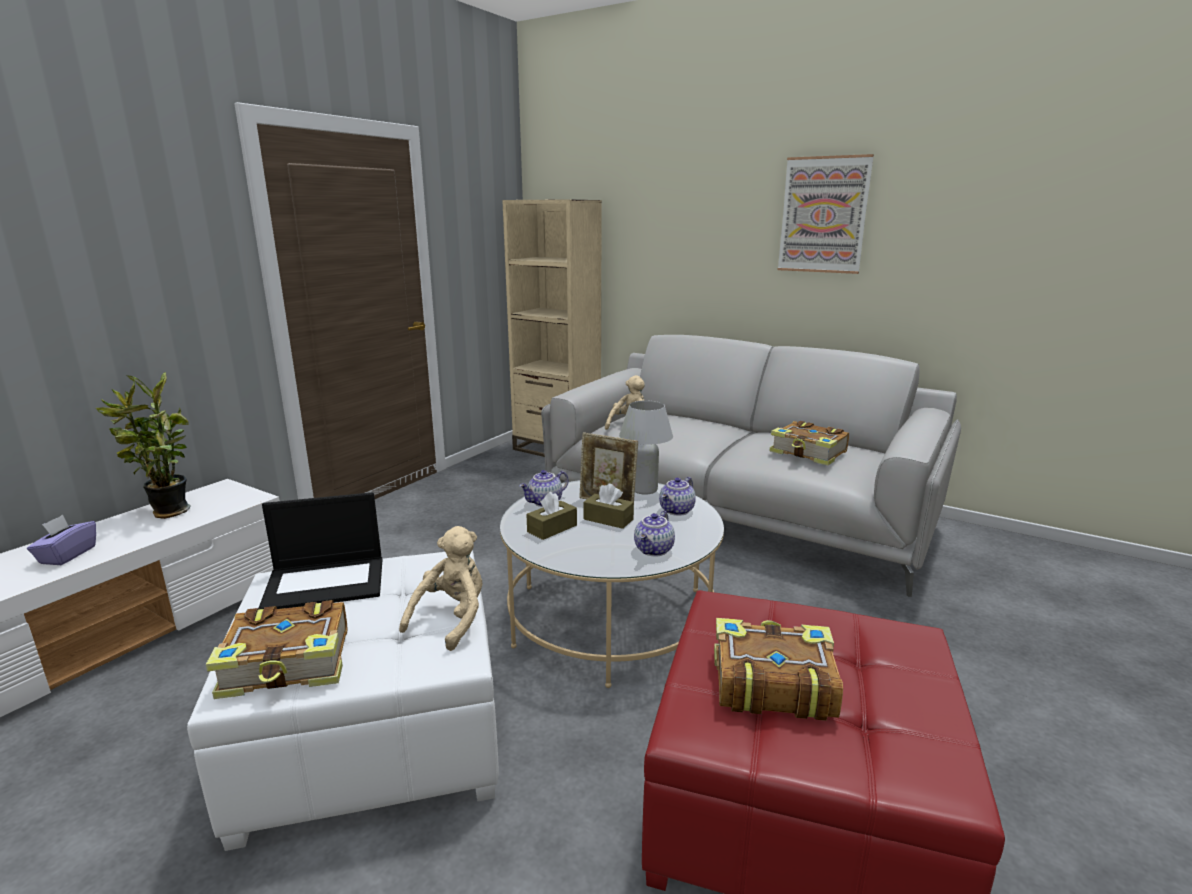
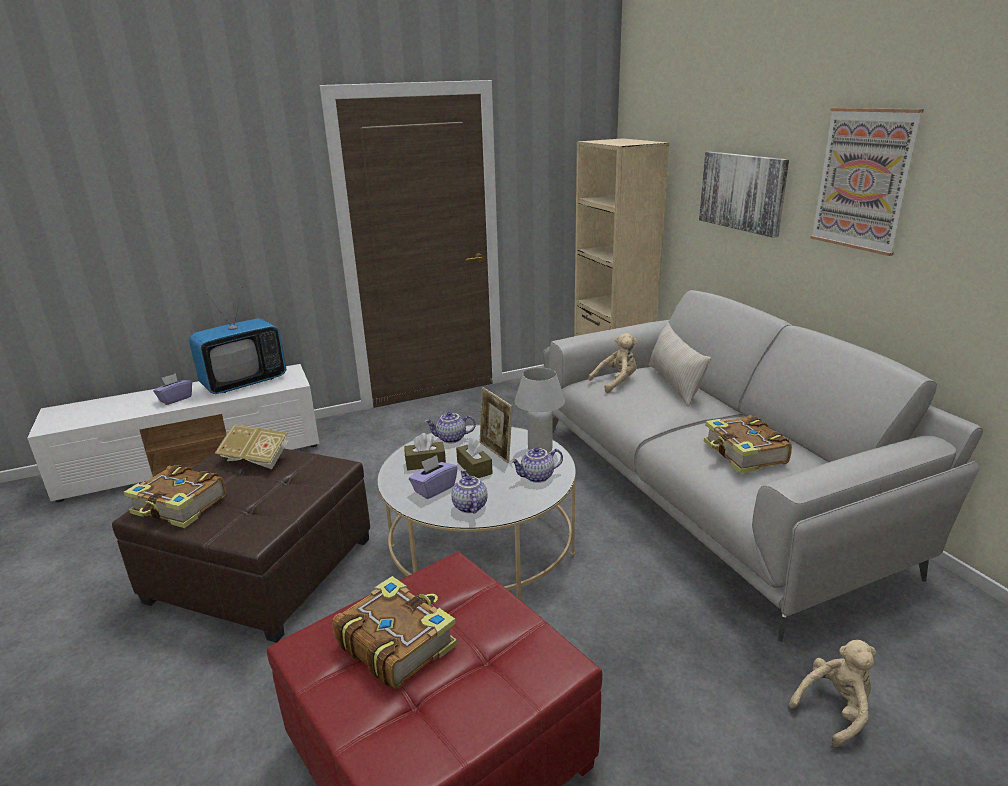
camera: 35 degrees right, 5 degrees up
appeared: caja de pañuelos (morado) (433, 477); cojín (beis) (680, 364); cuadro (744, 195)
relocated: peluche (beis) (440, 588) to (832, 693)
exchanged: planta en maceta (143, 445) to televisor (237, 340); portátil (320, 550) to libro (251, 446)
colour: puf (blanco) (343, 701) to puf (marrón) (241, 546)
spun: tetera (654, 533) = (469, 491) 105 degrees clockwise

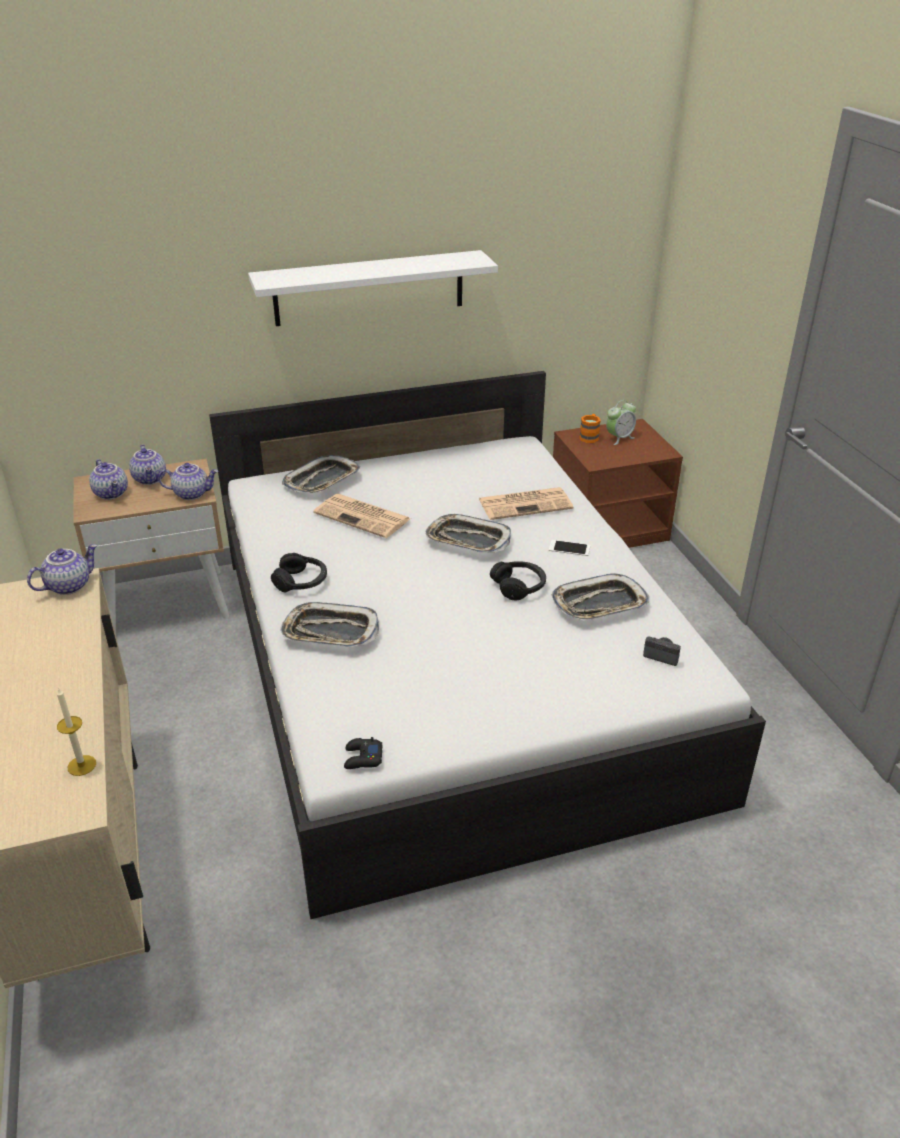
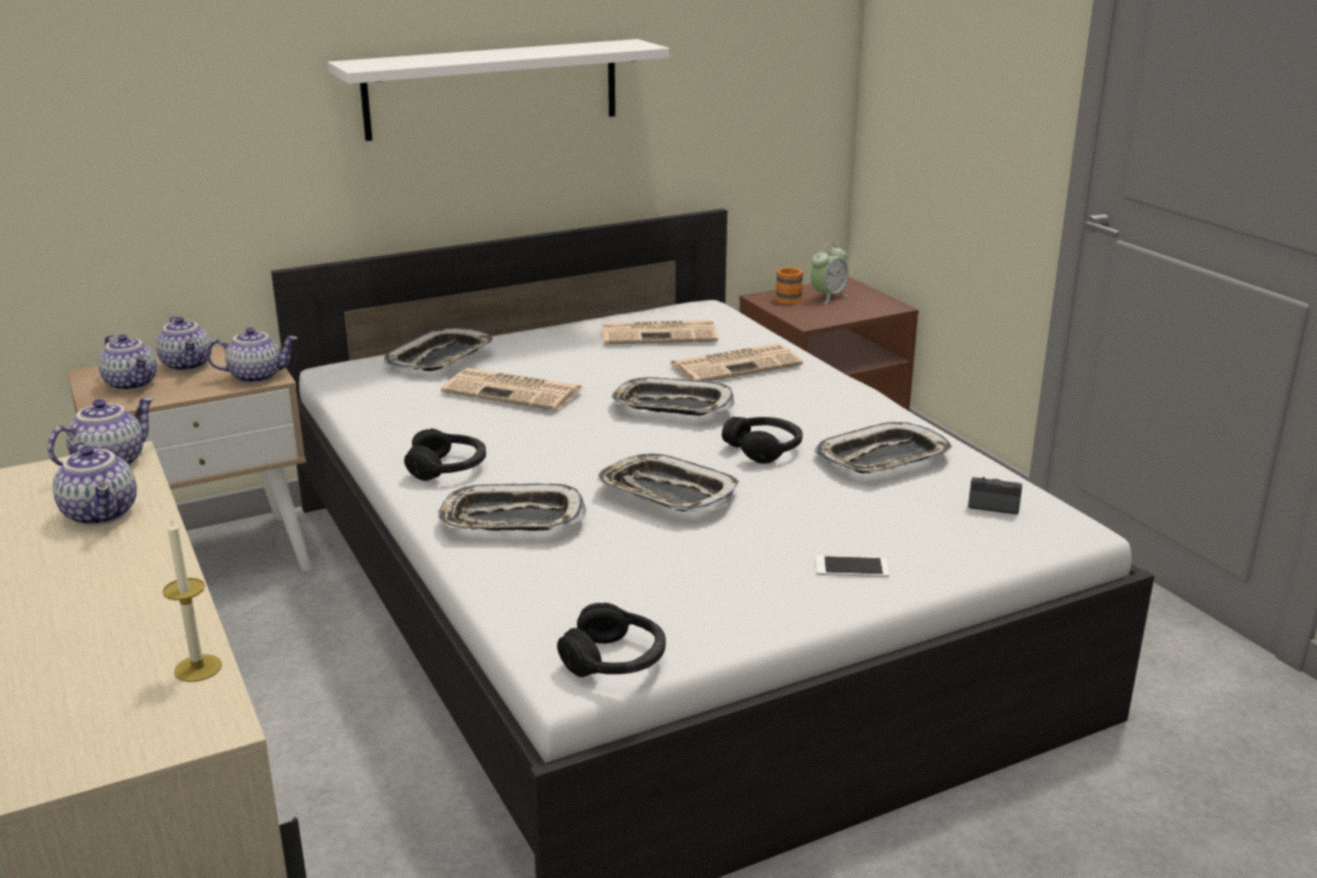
camera: 10 degrees left, 10 degrees down
appeared: tetera (95, 484); bandeja (668, 483); periódico (660, 332)
relocated: móvil (569, 548) to (852, 566)
exchanged: mando de consola (negro) (363, 753) to auriculares (negro) (611, 640)

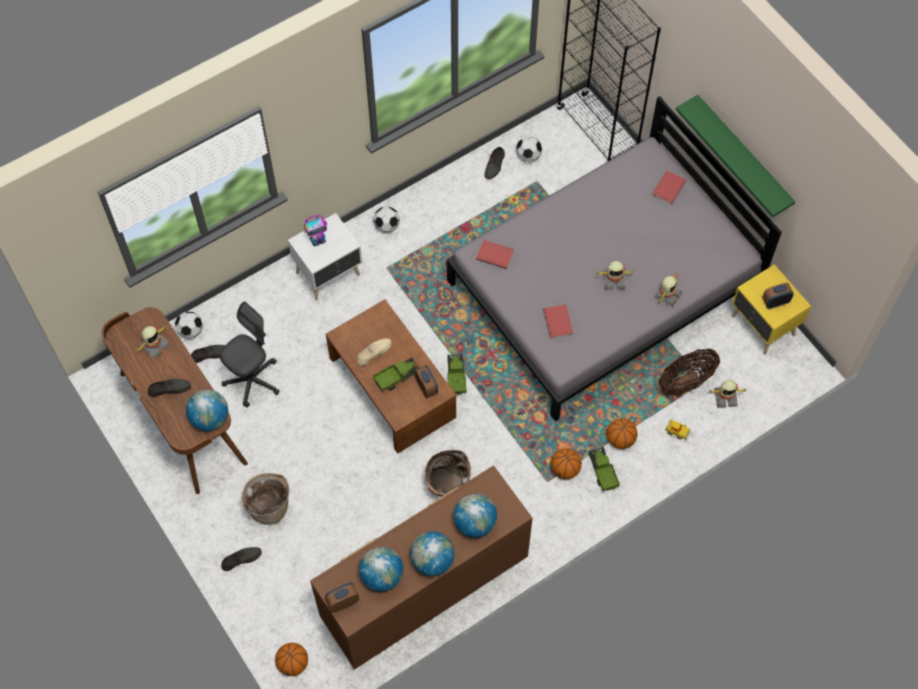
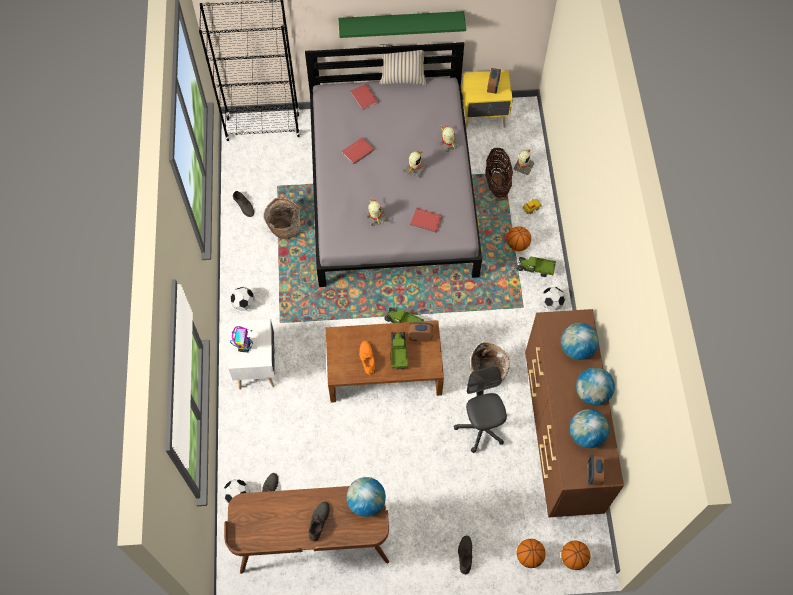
camera: 60 degrees left, 0 degrees up
appeared: cojín (beis) (403, 64)
relocated: cesta (265, 499) to (282, 218); libro (rojo) (495, 254) to (358, 151); robot de juguete (153, 342) to (376, 211); silla de oficina (gris) (249, 354) to (480, 409); balón de baloncesto (566, 463) to (531, 553); balón de fútbol (529, 149) to (553, 298)
colour: zapato (beis) (374, 352) to zapato (naranja) (367, 358)

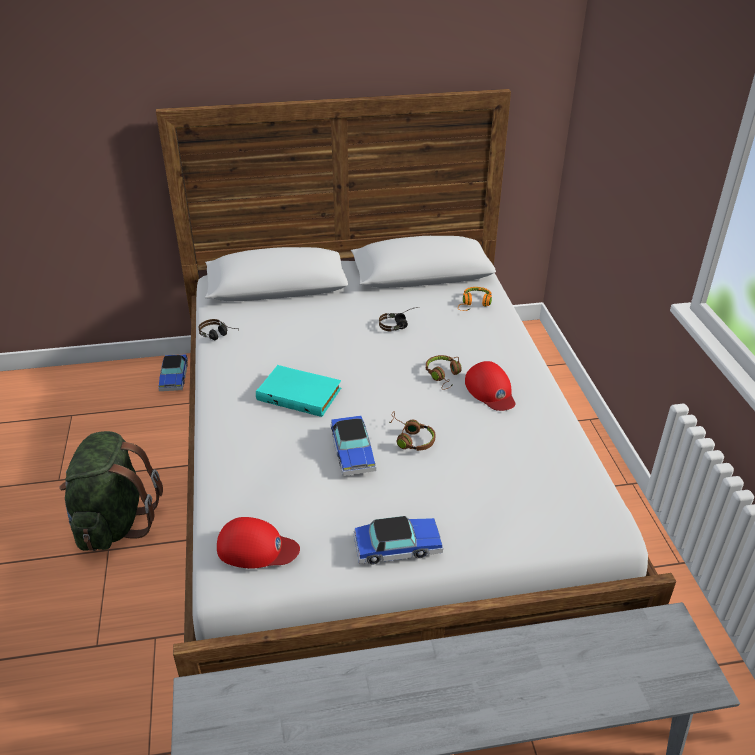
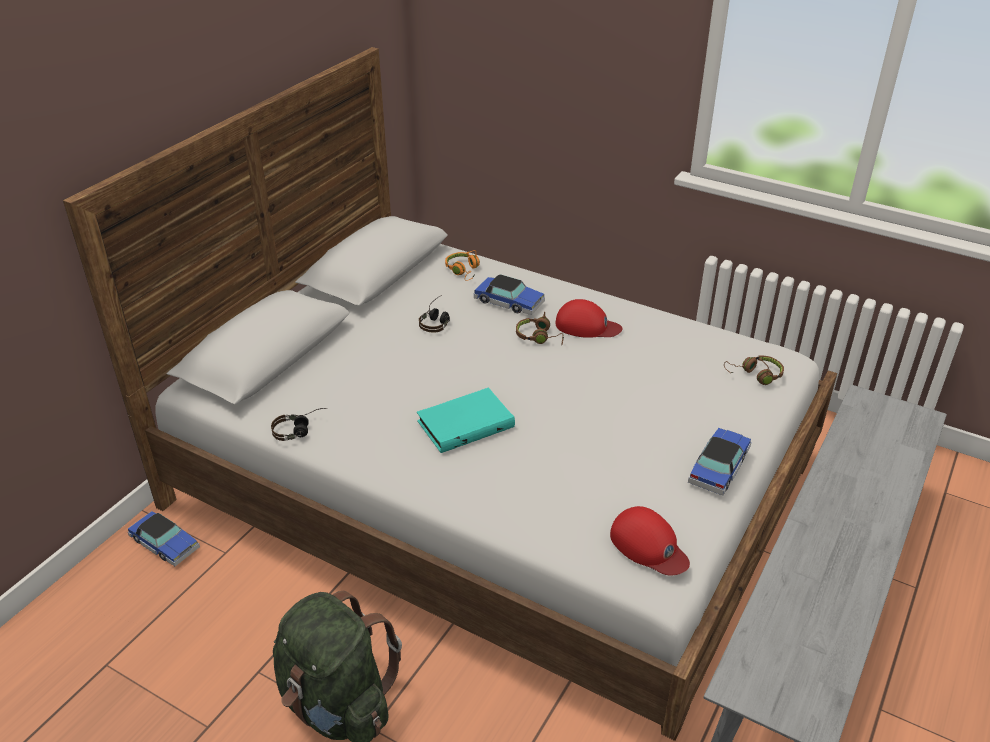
camera: 50 degrees left, 0 degrees up
relocated: coche de juguete (353, 446) to (509, 294); auriculares (marrón) (412, 431) to (754, 370)
spun: gorra (rojo) (258, 543) = (650, 541) 90 degrees clockwise

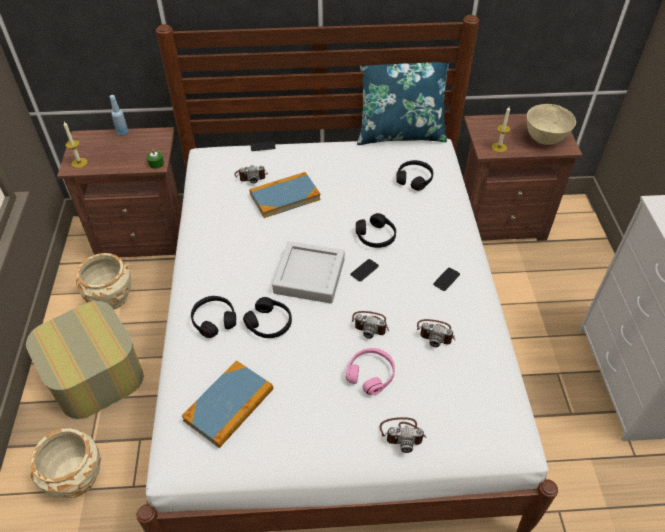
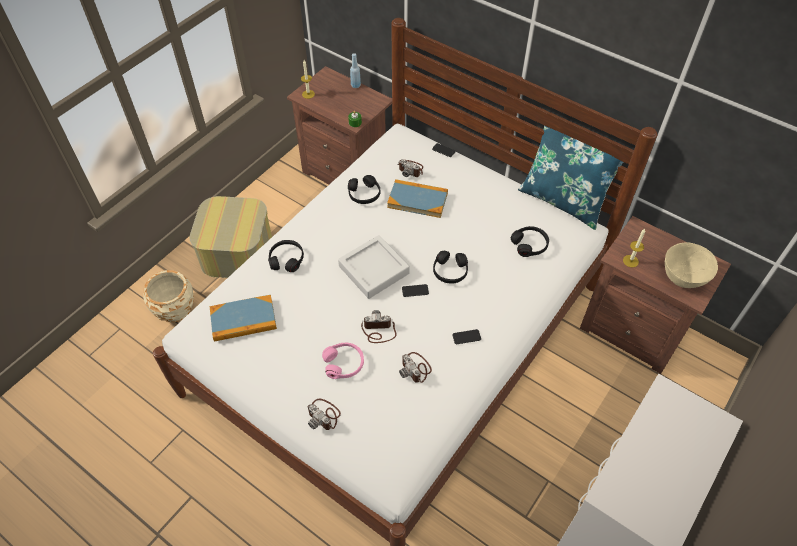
camera: 40 degrees right, 5 degrees up
missing: maceta (beis) (103, 281)
relocated: auriculares (negro) (267, 317) to (364, 189)
spun: cámara (370, 325) = (379, 326) 120 degrees clockwise

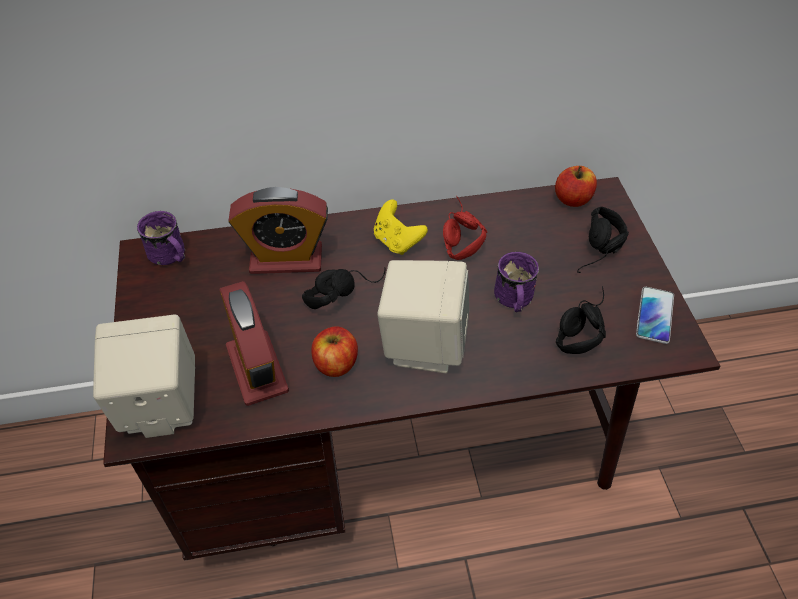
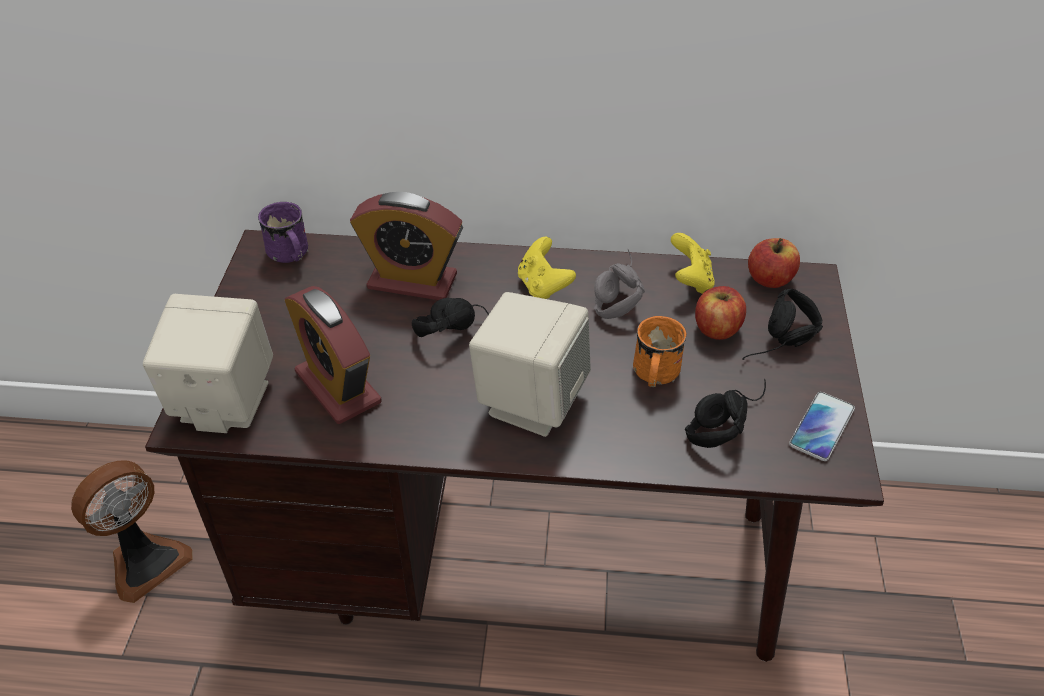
camera: 15 degrees right, 5 degrees down
appeared: ventilador (131, 531); mando de consola (amarillo) (693, 263)
relocated: manzana (334, 351) to (720, 313)
colour: auriculares (rojo) (465, 228) to auriculares (gris) (619, 284); taza grande (morado) (516, 282) to taza grande (naranja) (660, 351)
spun: despertador (254, 343) = (333, 355) 150 degrees clockwise

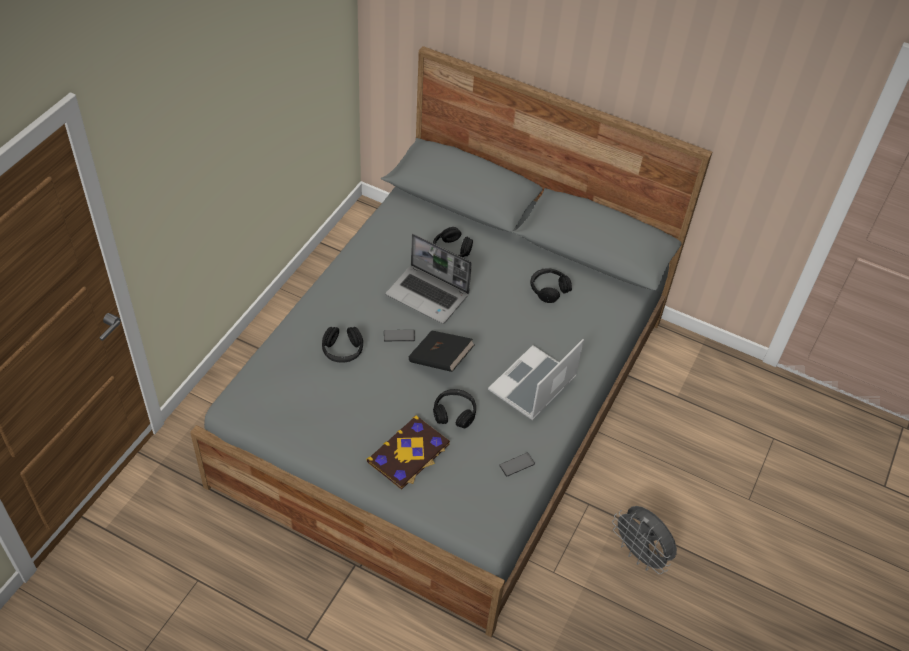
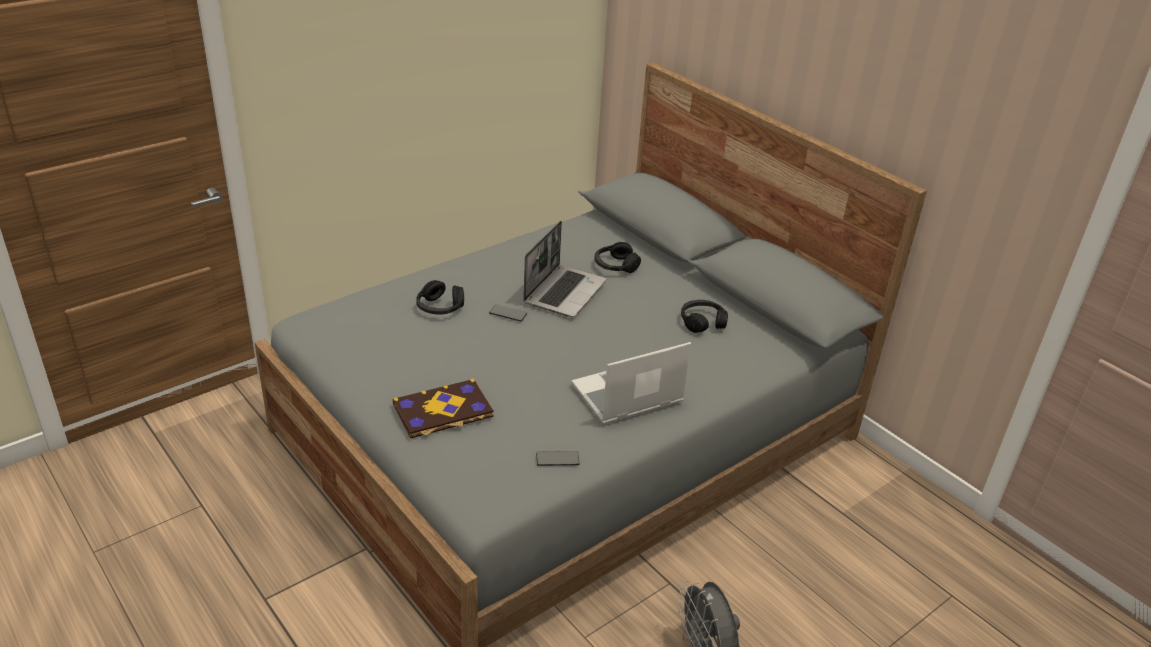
camera: 25 degrees right, 15 degrees down
missing: libro (negro) (442, 351); auriculares (negro) (454, 408)
spun: portátil (429, 279) = (564, 269) 120 degrees counterclockwise

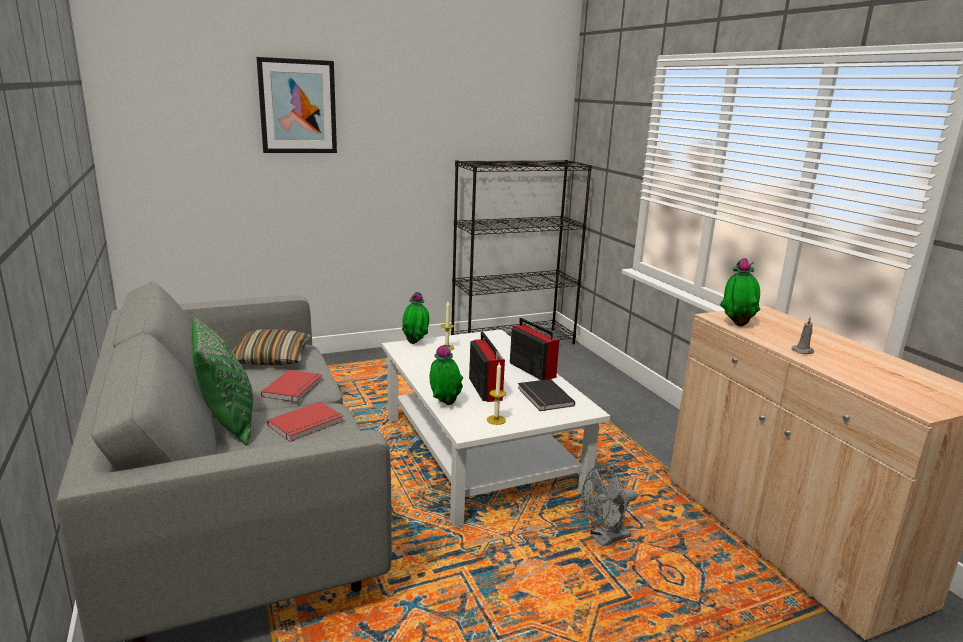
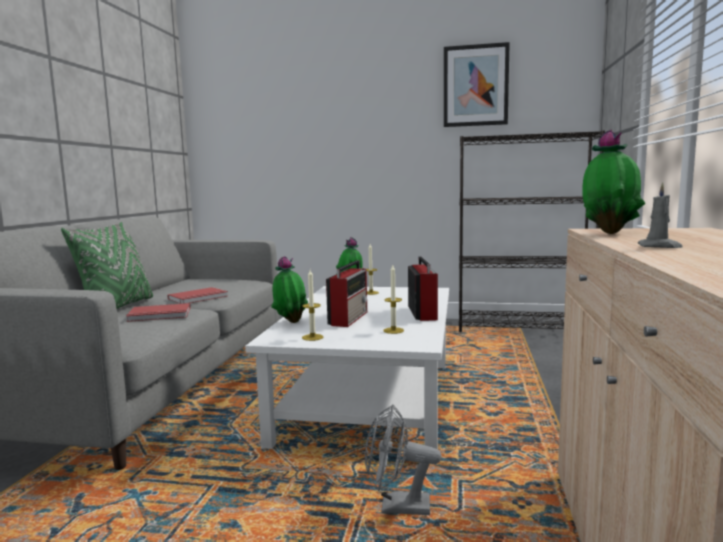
camera: 35 degrees right, 10 degrees down
missing: cojín (271, 347)
relocated: cuadro (296, 105) to (477, 84)
exchanged: libro (negro) (546, 395) to vela (393, 299)

